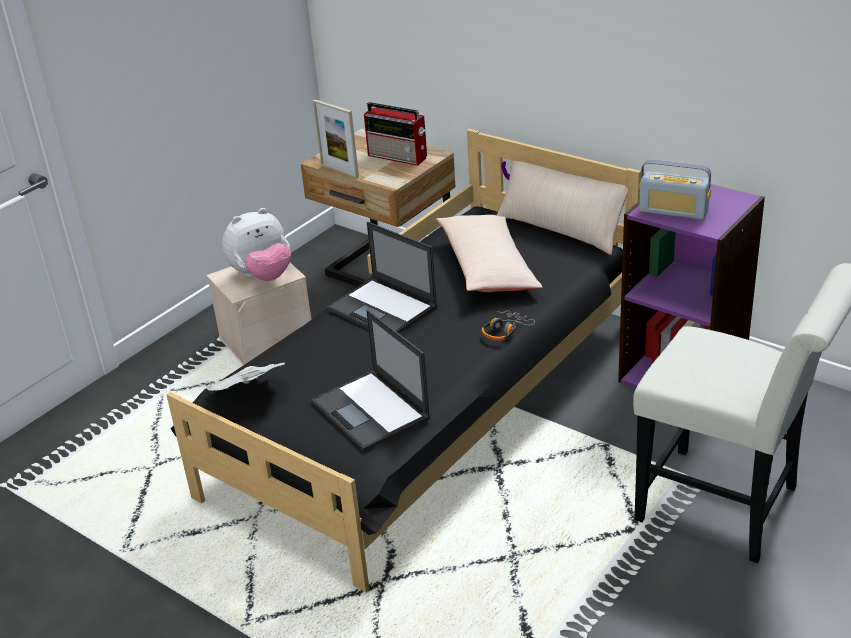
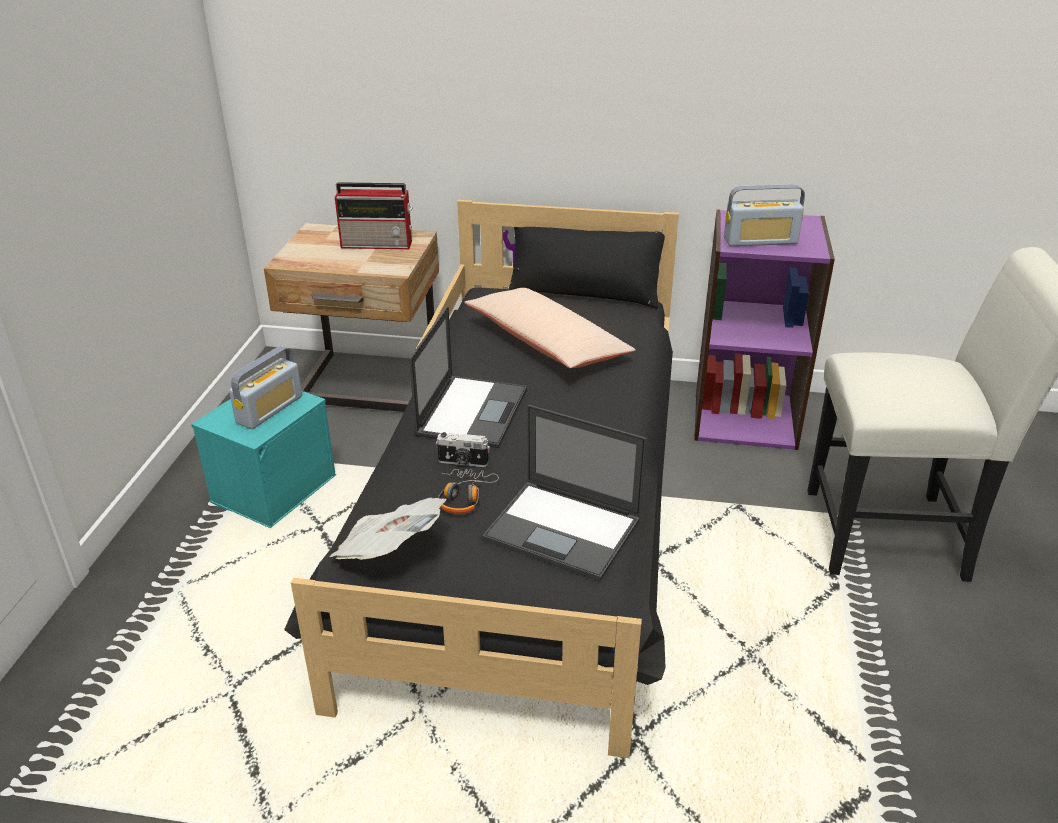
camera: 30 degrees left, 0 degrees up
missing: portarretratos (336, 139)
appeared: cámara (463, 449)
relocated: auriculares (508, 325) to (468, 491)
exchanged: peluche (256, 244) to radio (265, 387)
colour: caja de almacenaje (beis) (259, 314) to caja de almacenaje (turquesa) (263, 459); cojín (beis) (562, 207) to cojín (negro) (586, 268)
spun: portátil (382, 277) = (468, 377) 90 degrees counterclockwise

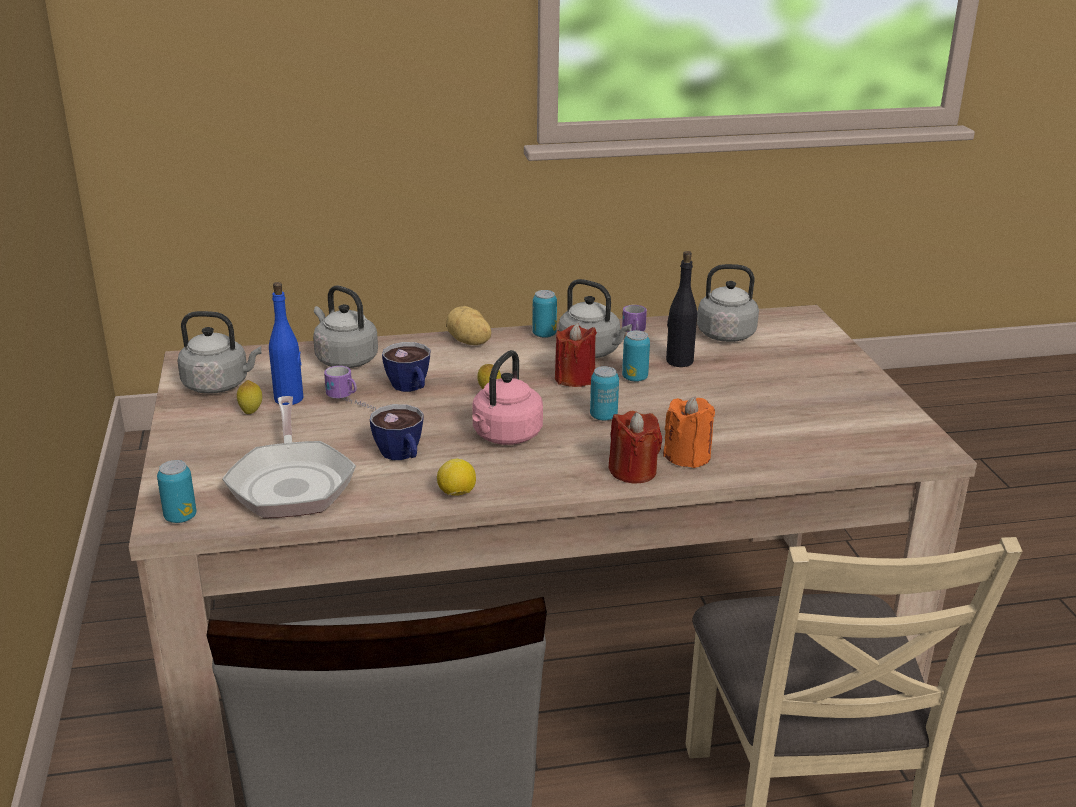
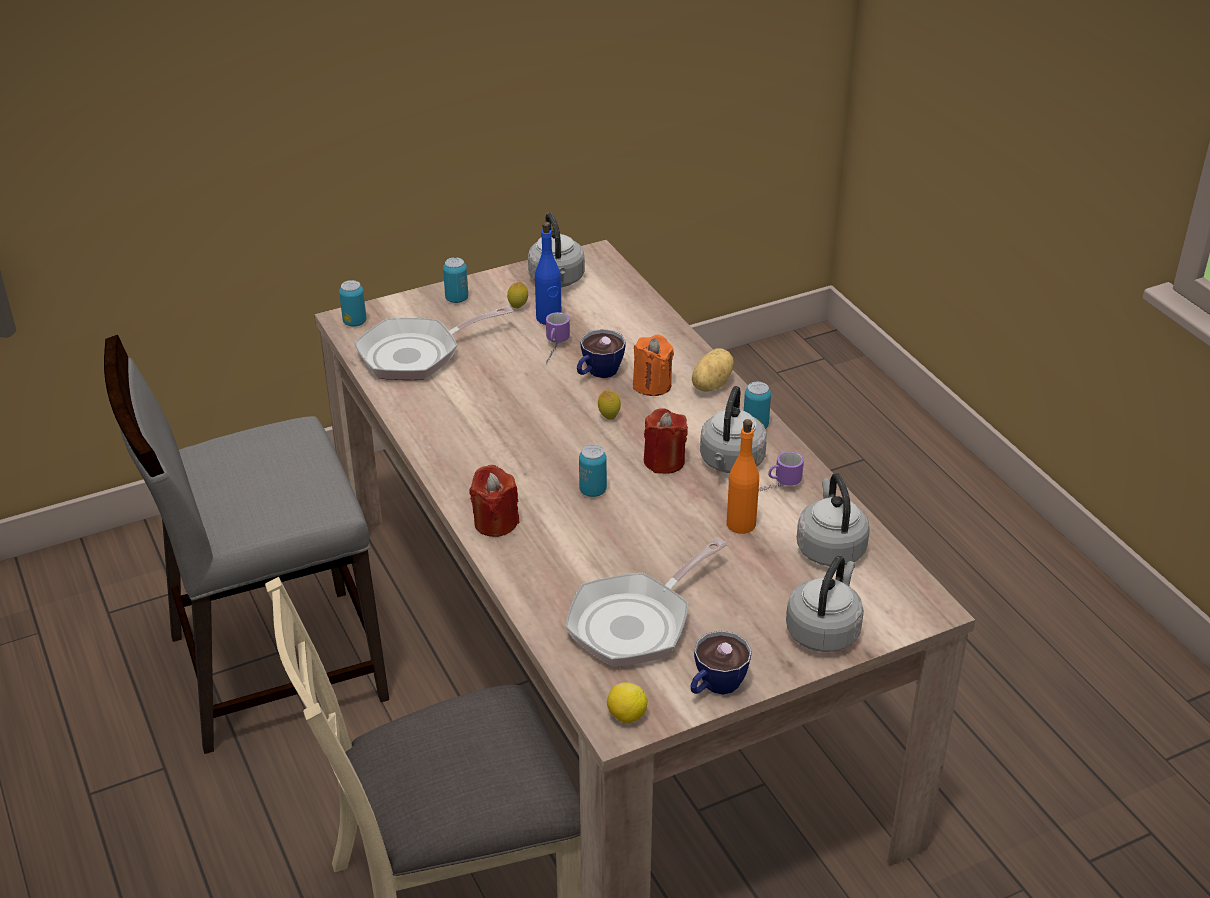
camera: 75 degrees right, 10 degrees up
missing: hervidor (rosa) (507, 397)
appeared: sartén (646, 602)
relocated: lata (636, 356) to (455, 280); limón (456, 477) to (627, 702); vela (naranja) (689, 432) to (653, 365); taza (397, 432) to (721, 663); hervidor (gris) (345, 326) to (825, 604)
colour: botella (negro) (681, 309) to botella (naranja) (742, 476)

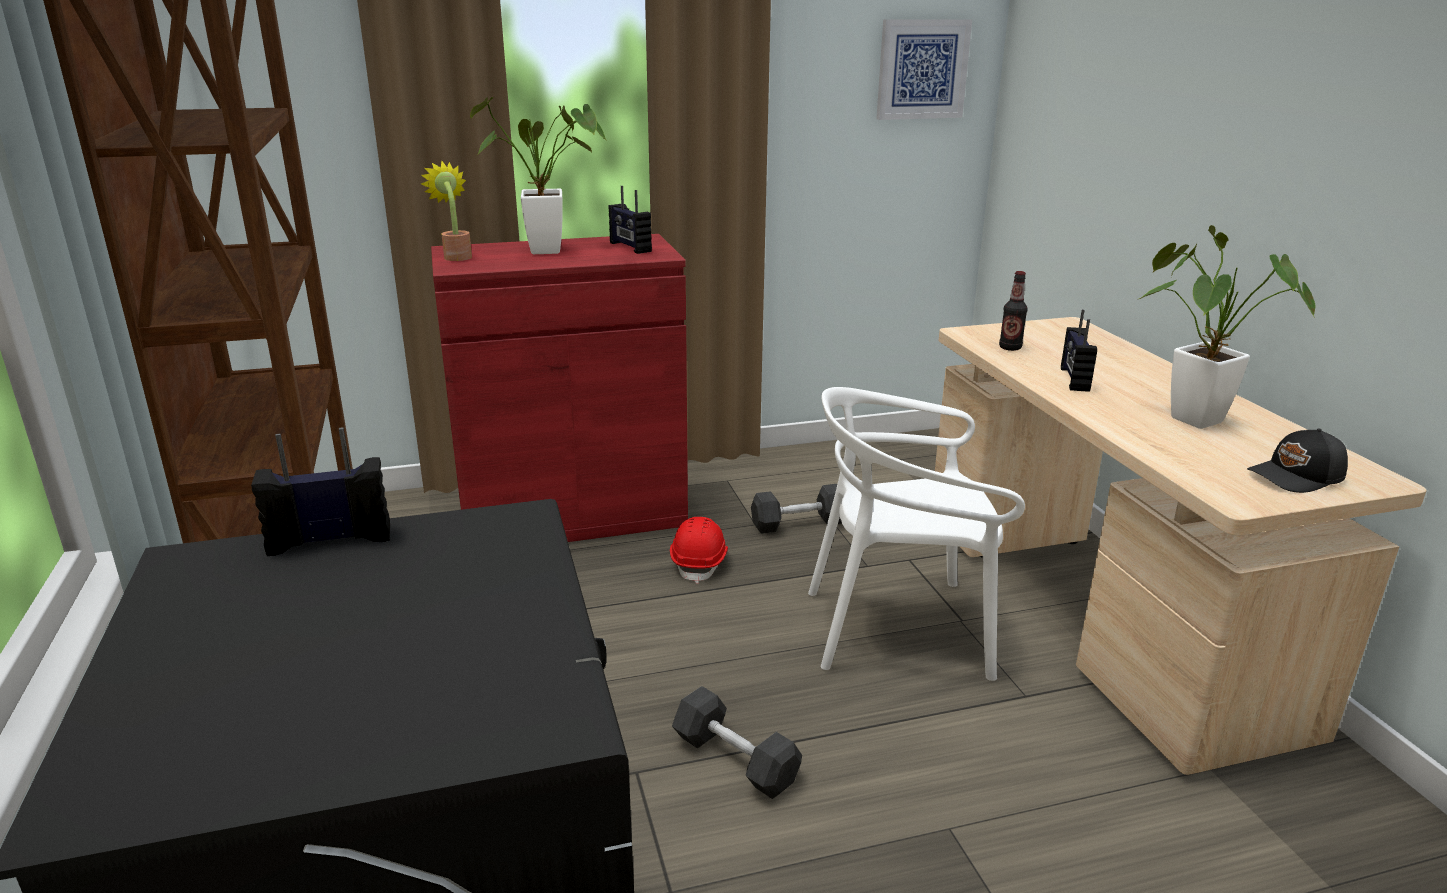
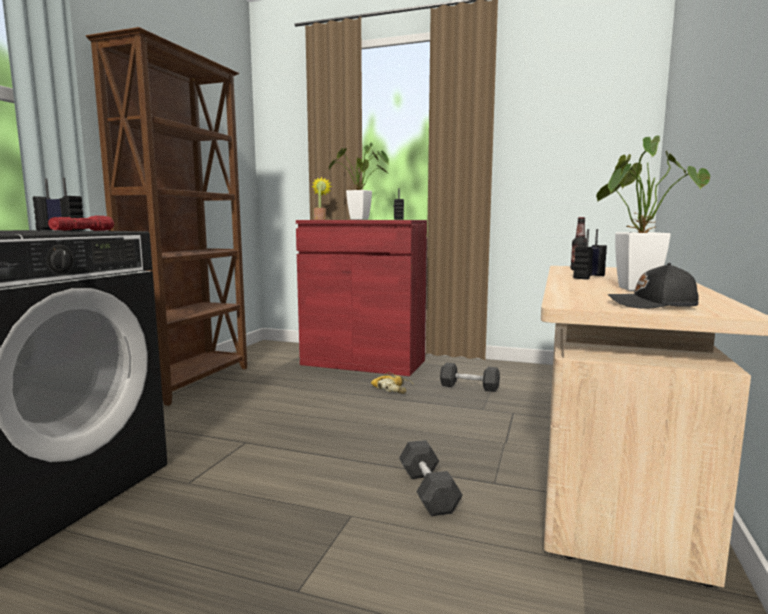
camera: 35 degrees right, 15 degrees down
missing: silla (blanco) (916, 534); cuadro (924, 69)
appeared: linterna (rojo) (81, 223)
relocated: mancuerna (gris) (737, 742) to (431, 478)
exchanged: casco (rojo) (699, 550) to taladro (392, 383)

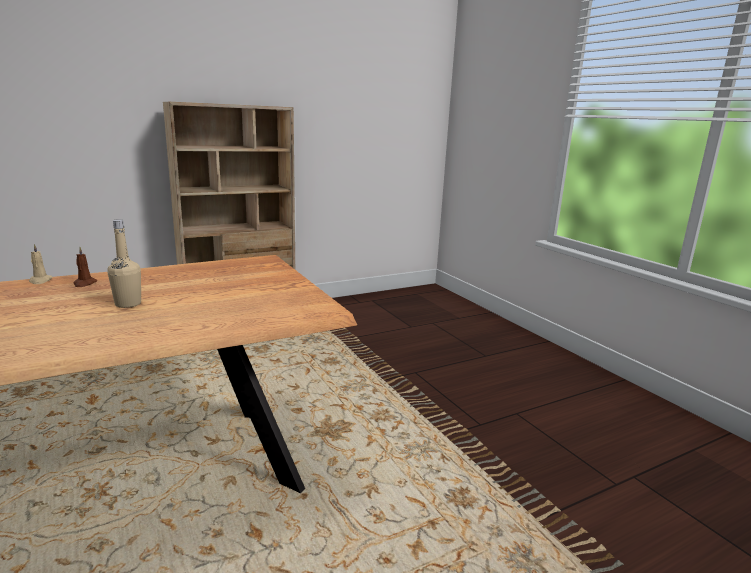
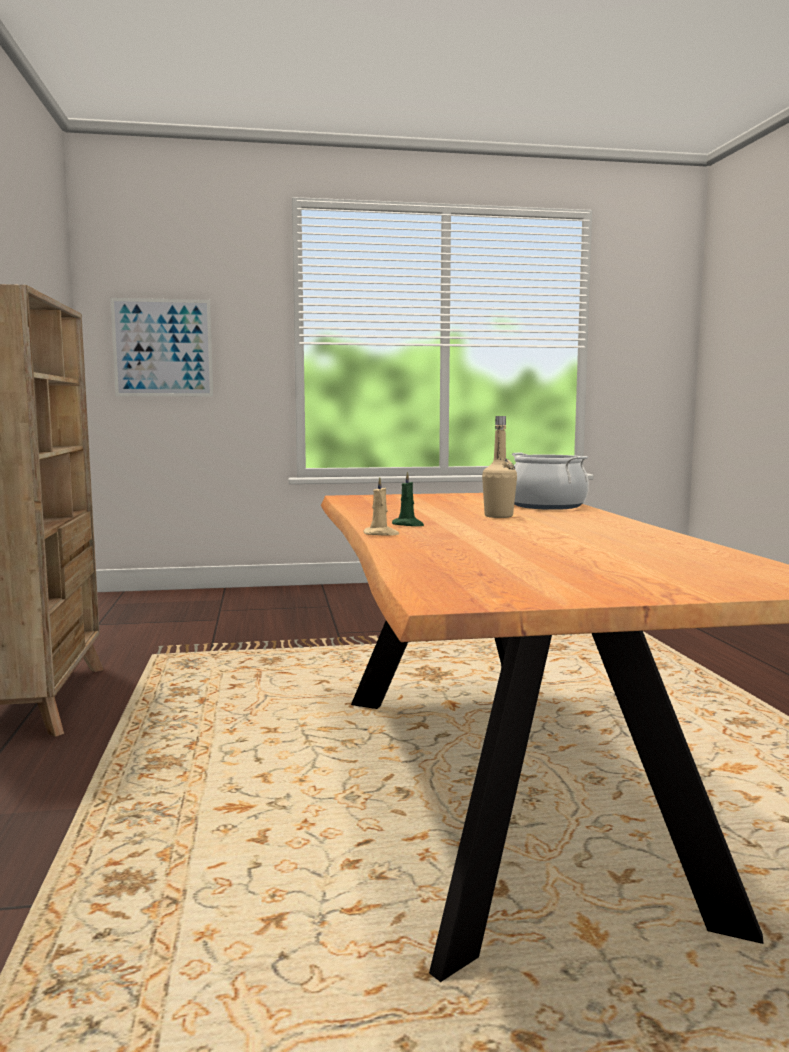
camera: 70 degrees left, 10 degrees down
appeared: cuadro (161, 347); olla (550, 481)
colour: vela (marrón) (85, 267) to vela (verde) (408, 498)

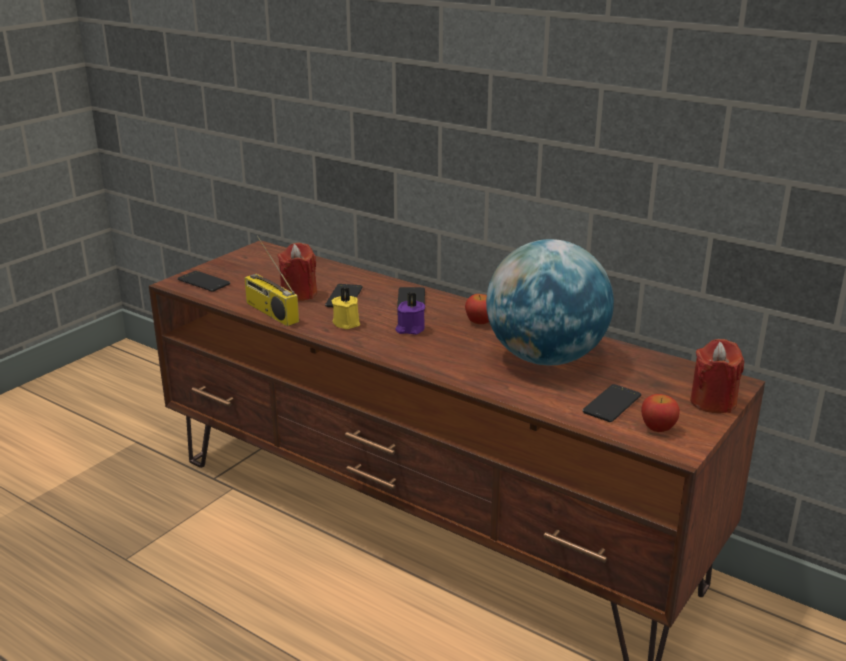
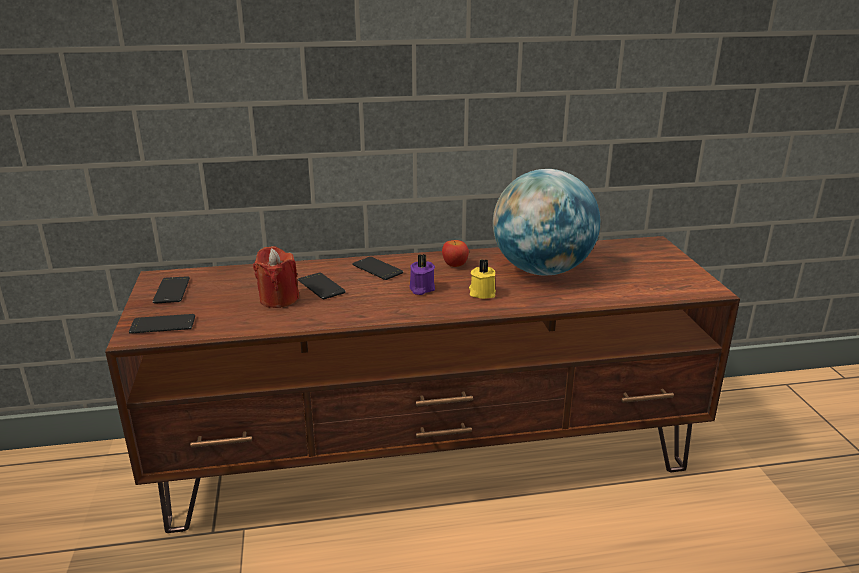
camera: 45 degrees left, 0 degrees up
missing: radio (271, 280); manzana (660, 413); vela (rojo) (717, 376)
relocated: móvil (612, 403) to (171, 290); vela (amarillo) (346, 308) to (482, 279)

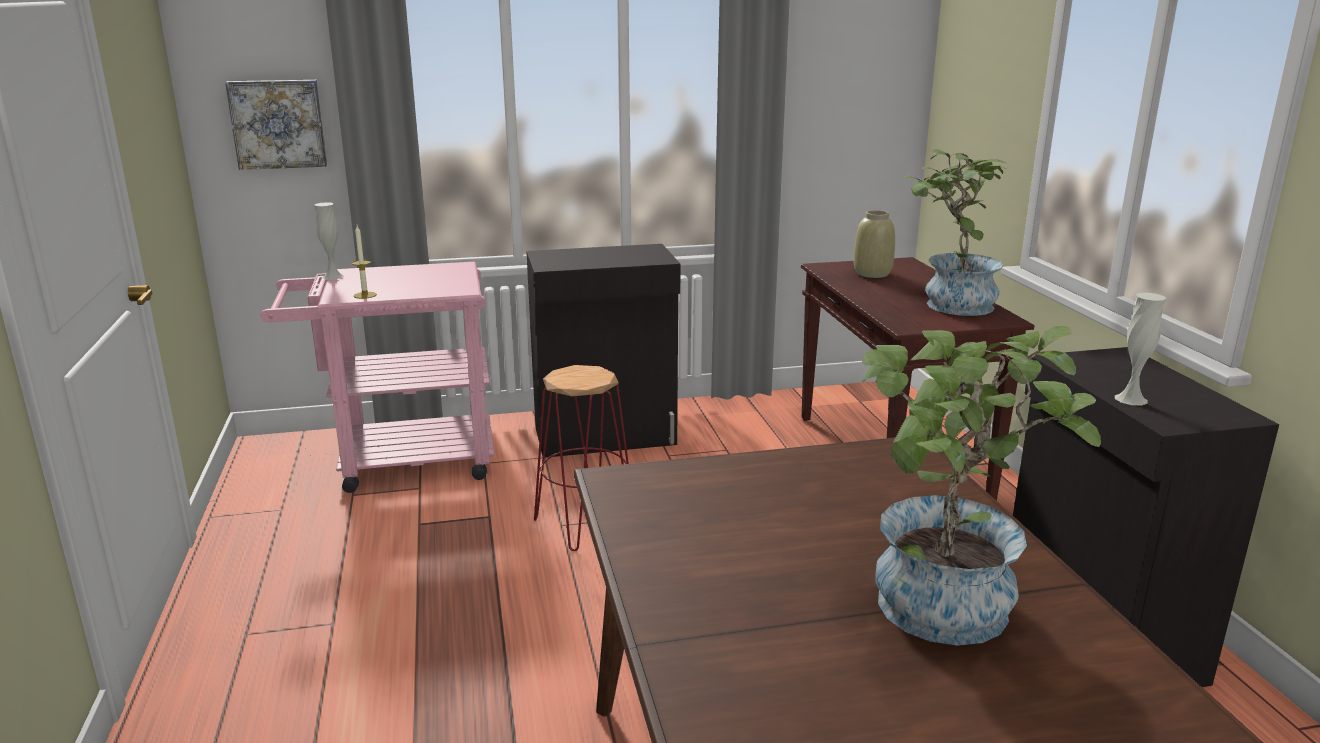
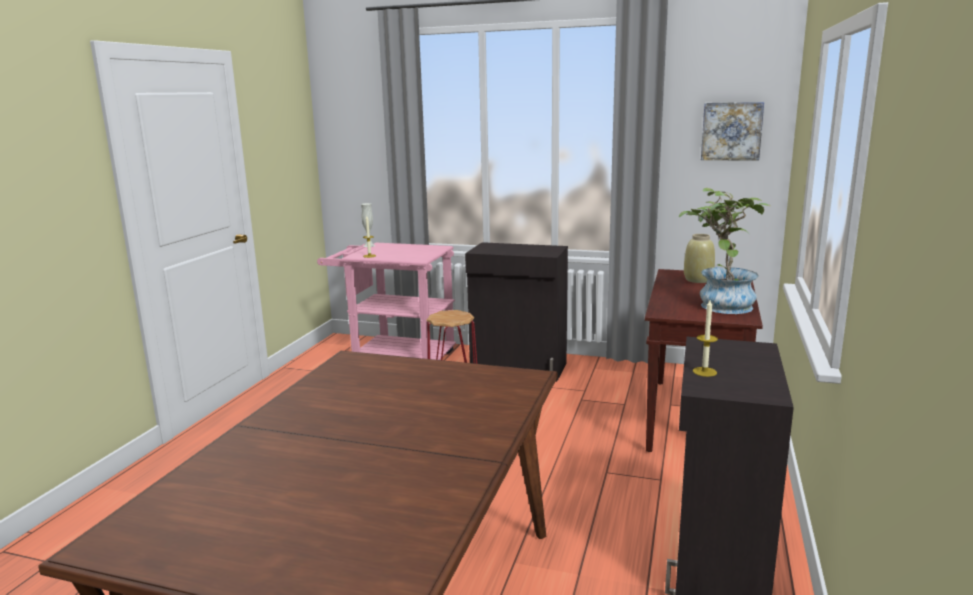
camera: 30 degrees right, 5 degrees down
missing: planta en maceta (981, 486)
relocated: cuadro (276, 125) to (732, 131)
exchanged: florero (blanco) (1140, 349) to vela (705, 338)

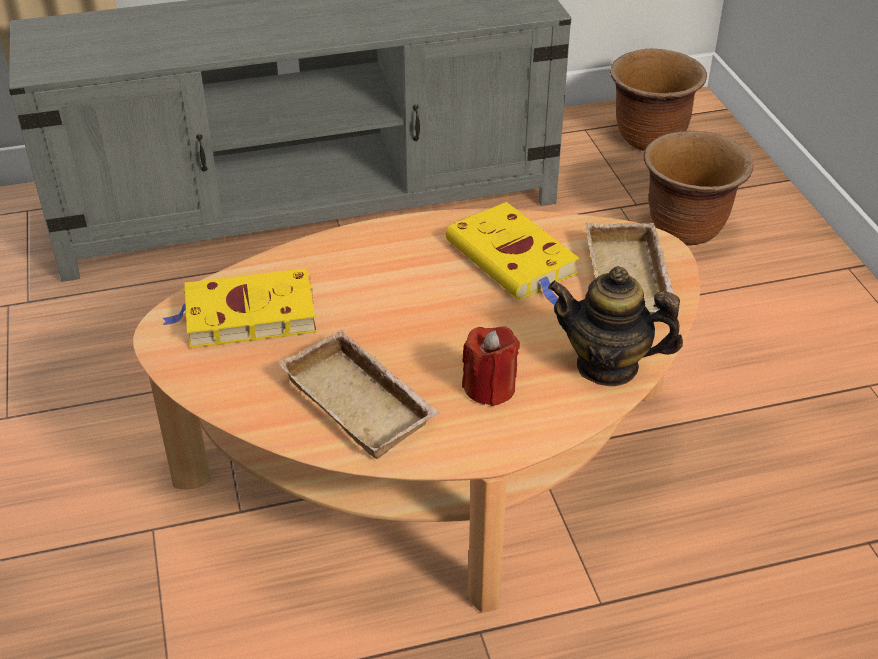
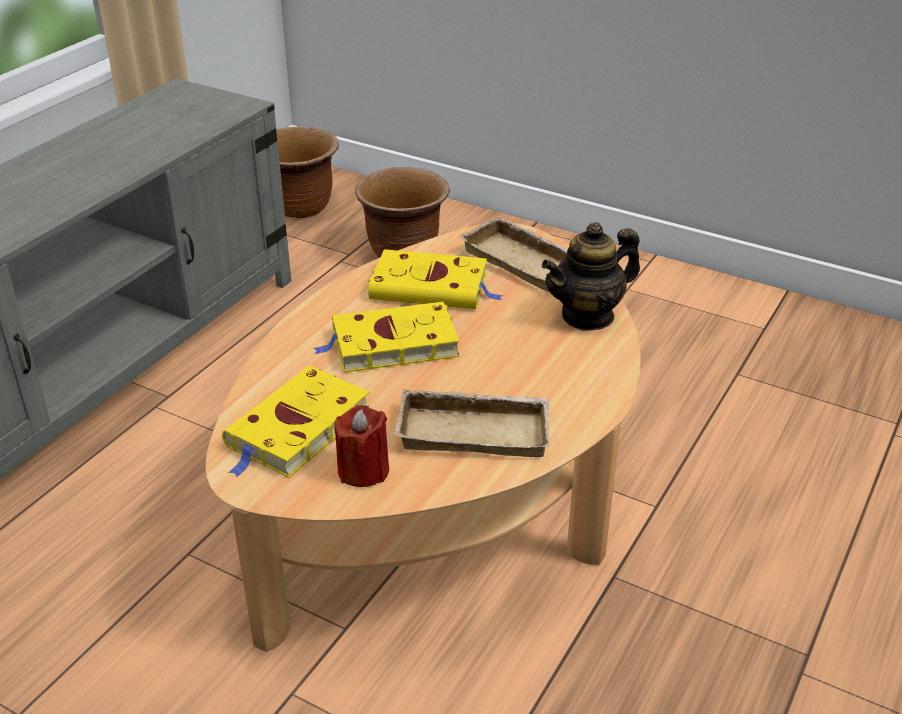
camera: 45 degrees left, 5 degrees down
appeared: libro (amarillo) (387, 337)
relocated: vela (rojo) (491, 366) to (362, 446)

